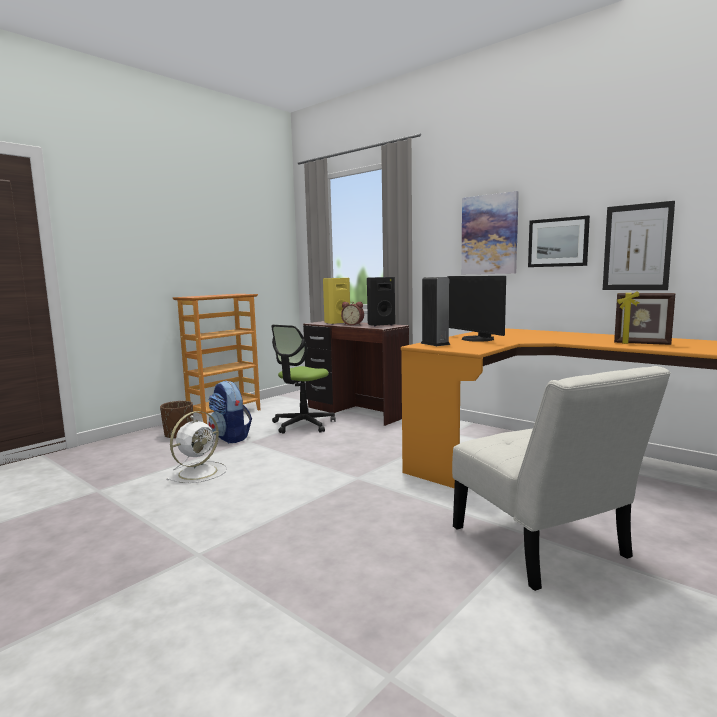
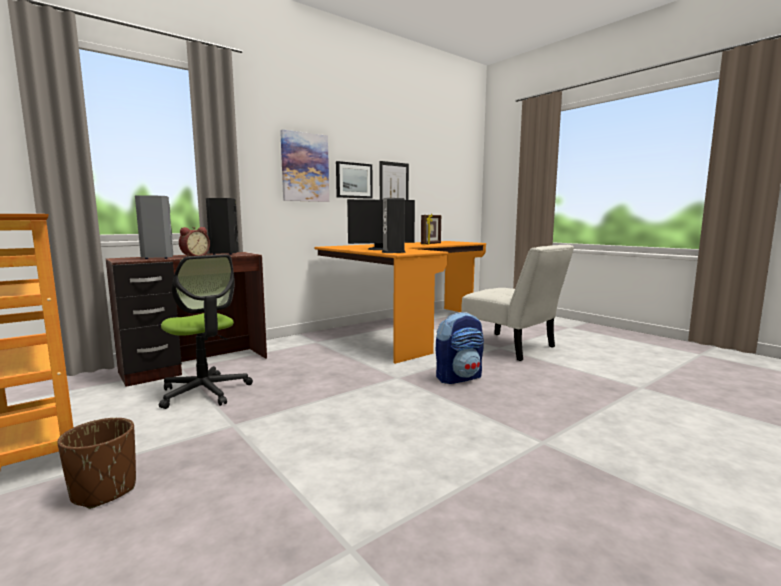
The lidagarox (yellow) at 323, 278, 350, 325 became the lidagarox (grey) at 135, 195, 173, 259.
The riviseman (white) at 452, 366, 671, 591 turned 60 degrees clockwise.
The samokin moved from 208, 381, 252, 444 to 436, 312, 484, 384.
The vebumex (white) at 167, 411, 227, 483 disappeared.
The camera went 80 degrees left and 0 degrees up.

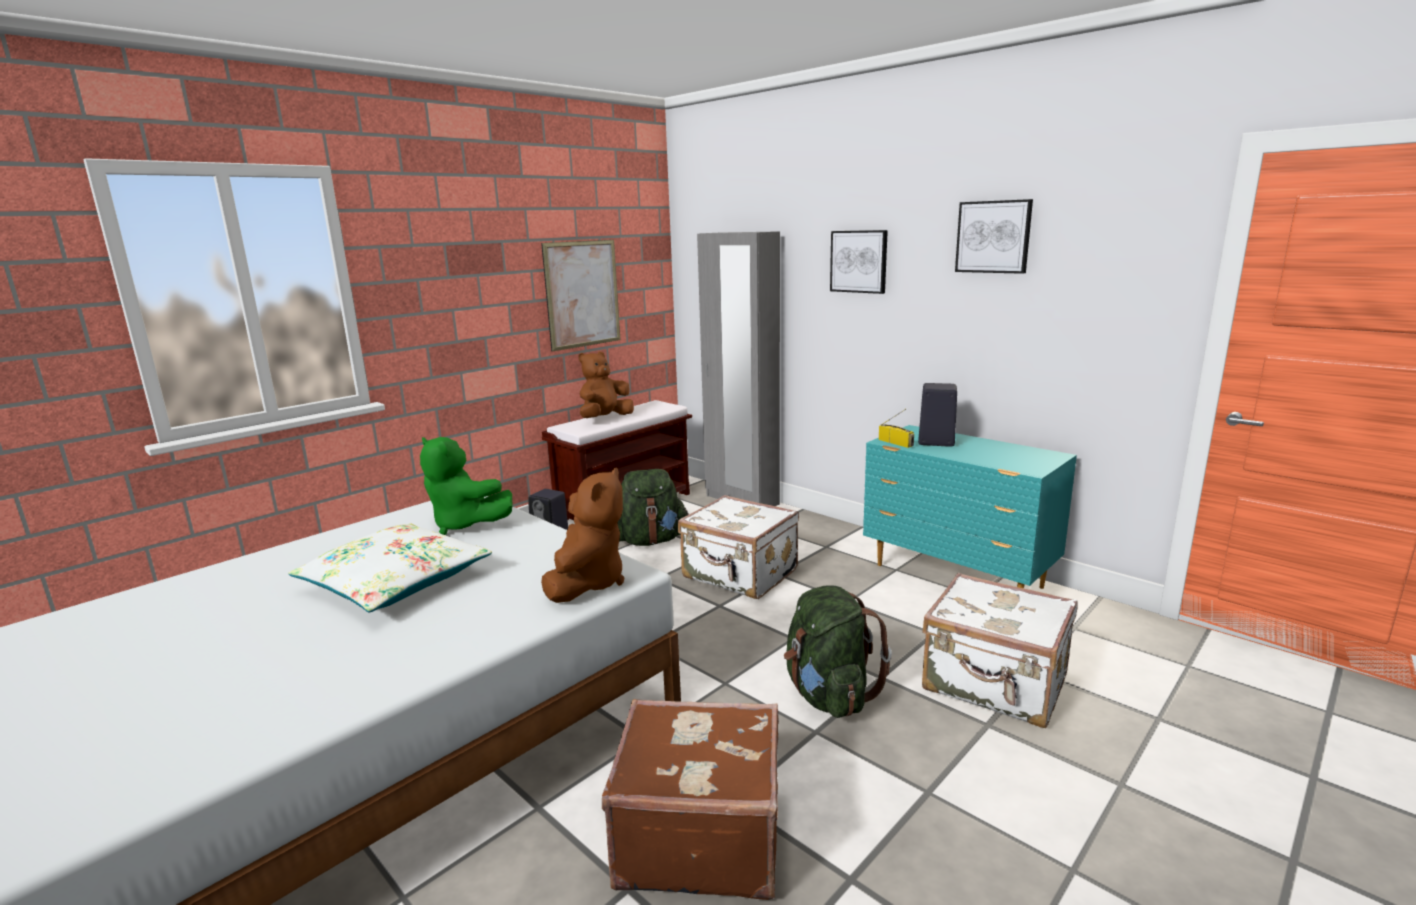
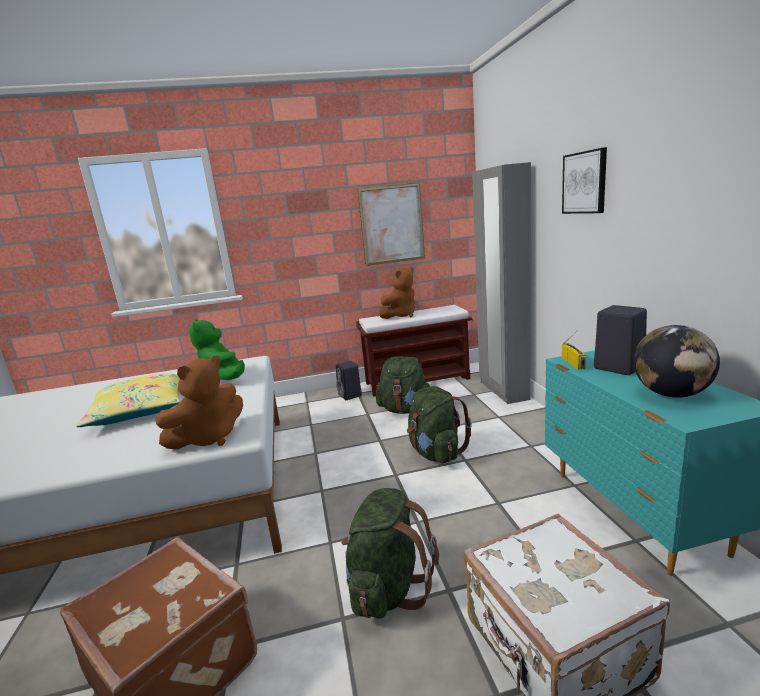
The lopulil at 955, 199, 1033, 274 disappeared.
The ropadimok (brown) at 578, 352, 634, 418 turned 150 degrees clockwise.
The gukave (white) at 678, 495, 799, 599 was replaced by the samokin (green) at 407, 386, 472, 463.
The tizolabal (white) at 288, 524, 492, 612 became the tizolabal (yellow) at 76, 374, 180, 427.
The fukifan at 633, 325, 720, 398 appeared.
The camera went 35 degrees right and 0 degrees up.

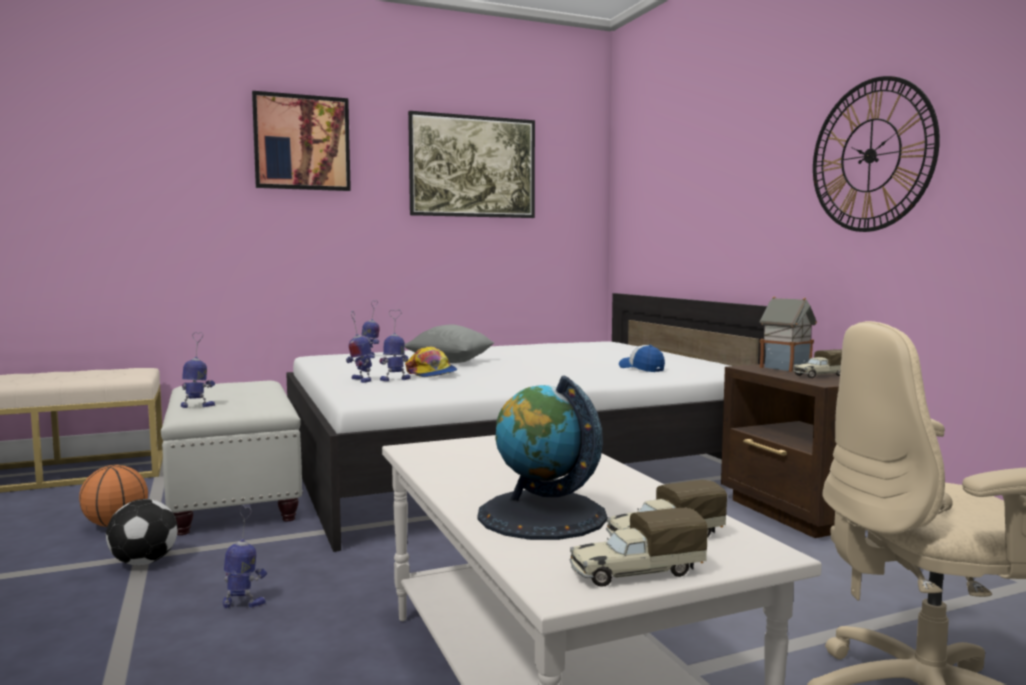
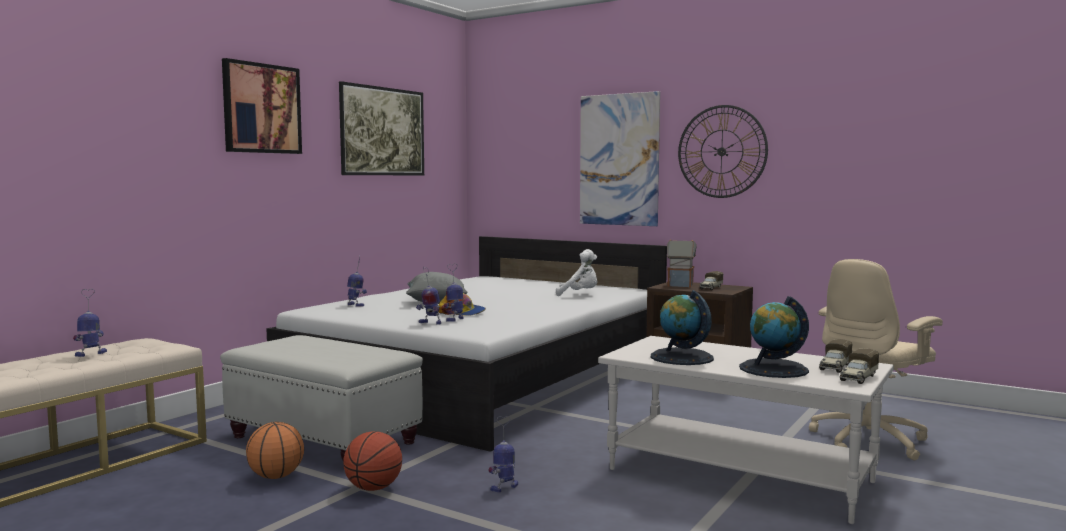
The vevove moved from 181, 332, 215, 408 to 73, 289, 107, 357.
The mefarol at 619, 345, 665, 372 was replaced by the ropadimok (white) at 556, 249, 597, 296.
The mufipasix at 106, 499, 178, 565 was replaced by the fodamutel at 343, 431, 402, 491.
The lopulil at 580, 91, 660, 226 appeared.
The fukifan at 651, 290, 714, 365 appeared.
The camera went 35 degrees left and 0 degrees up.

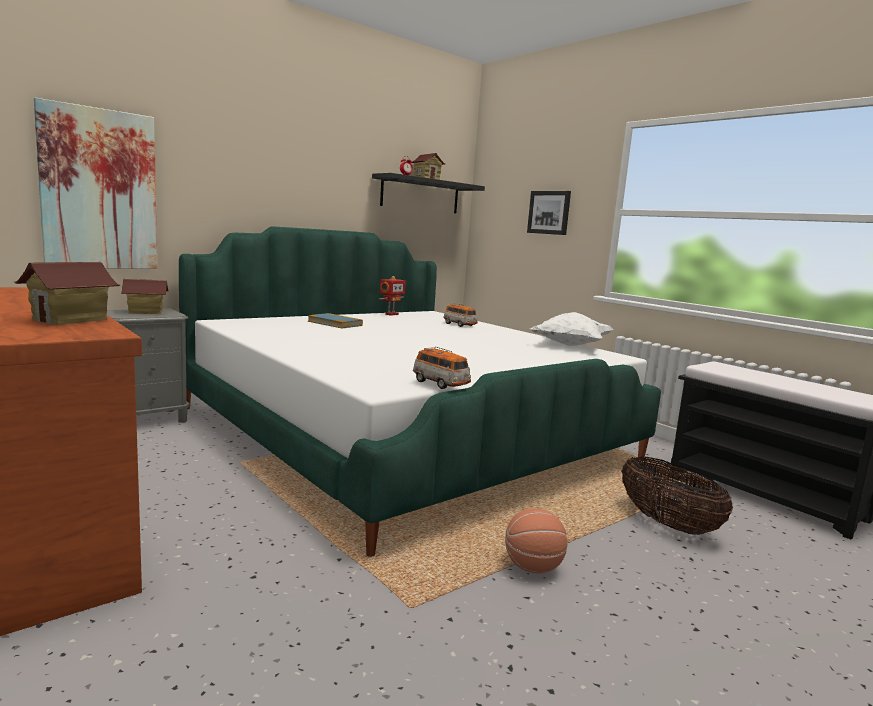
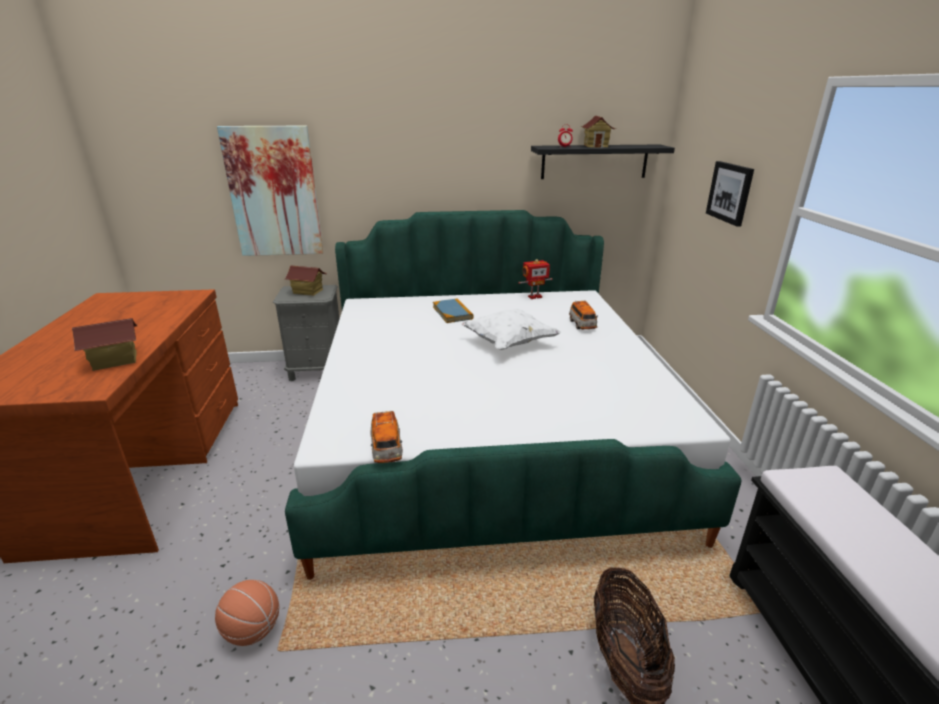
The tizolabal (white) moved from 530, 312, 613, 346 to 461, 309, 561, 350.
The fodamutel moved from 505, 508, 568, 573 to 215, 580, 279, 646.
The camera went 35 degrees right and 15 degrees up.

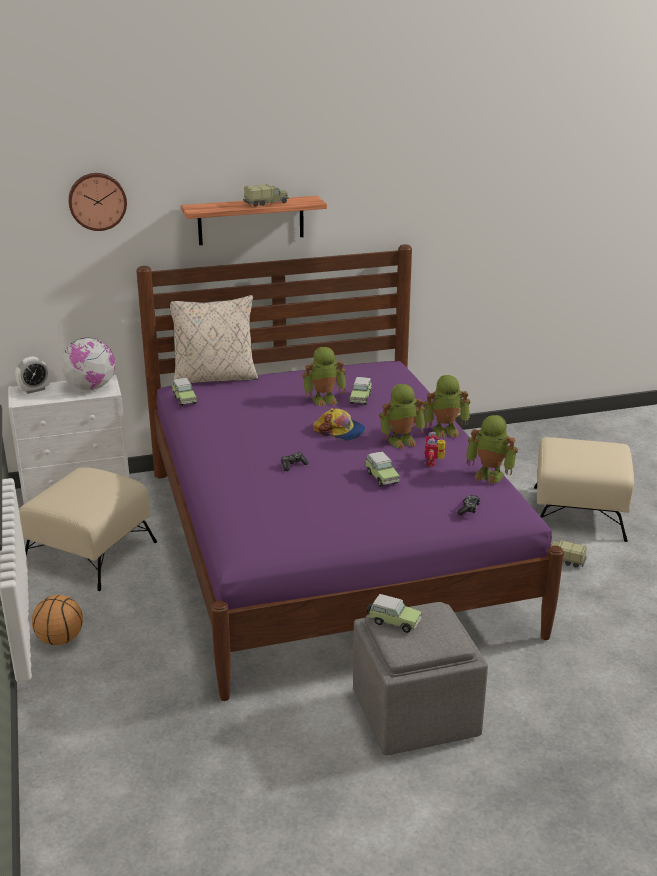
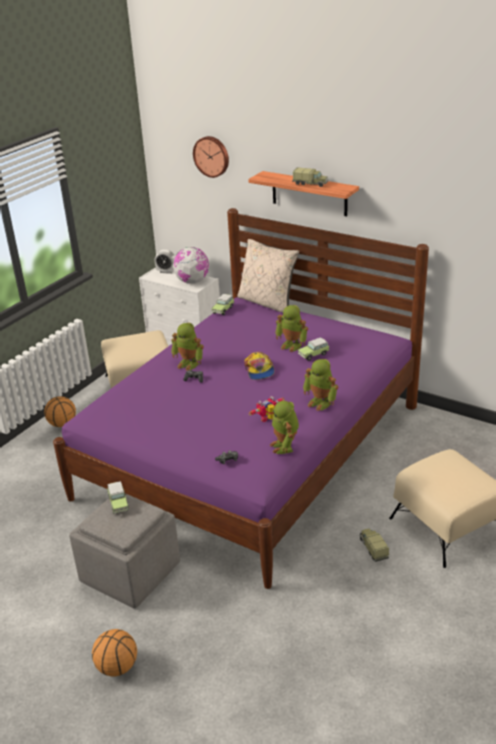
The vevove moved from 379, 384, 425, 449 to 171, 323, 204, 371.
The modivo at 365, 452, 400, 487 disappeared.
The fodamutel at 92, 629, 137, 676 appeared.
The camera went 50 degrees right and 5 degrees up.

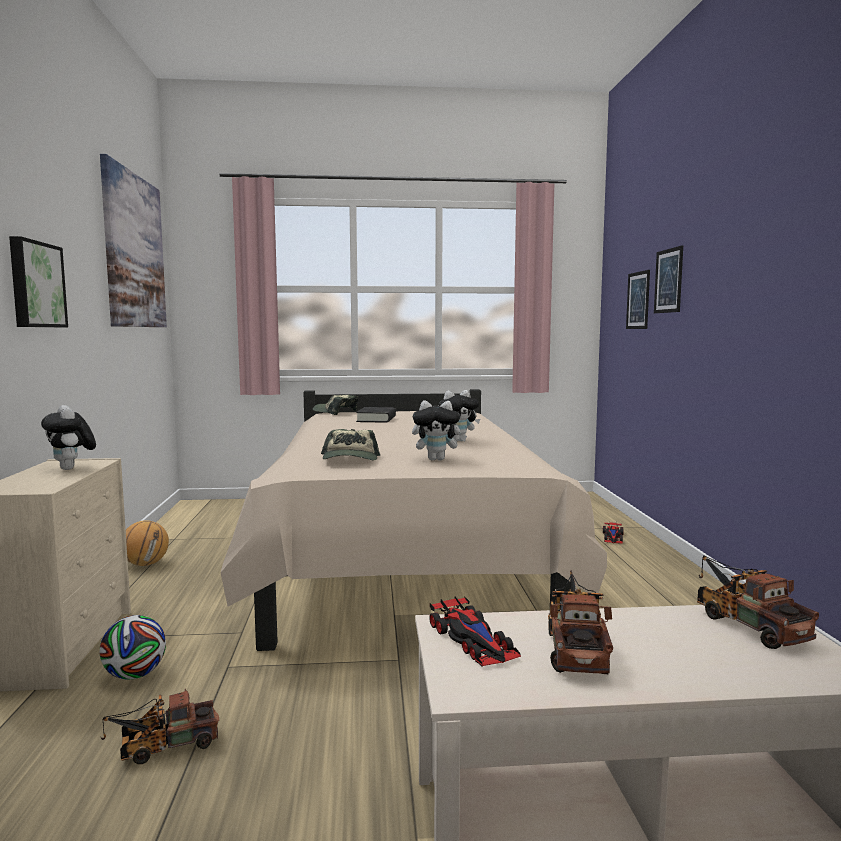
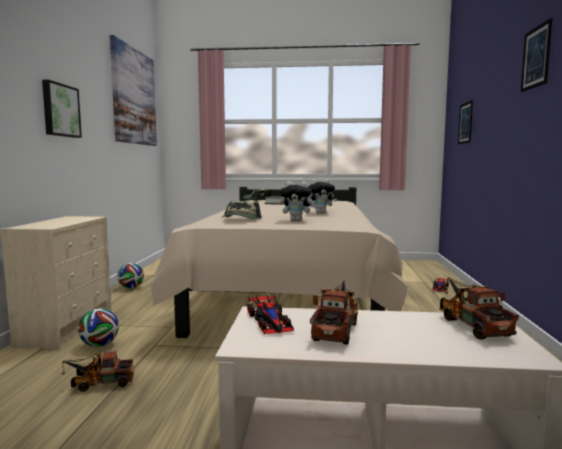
The lopulil moved from 654, 245, 683, 313 to 521, 18, 552, 92.
The ropadimok at 41, 405, 96, 470 disappeared.
The fodamutel at 126, 520, 169, 566 was replaced by the mufipasix at 117, 263, 144, 288.
The camera went 10 degrees right and 0 degrees up.

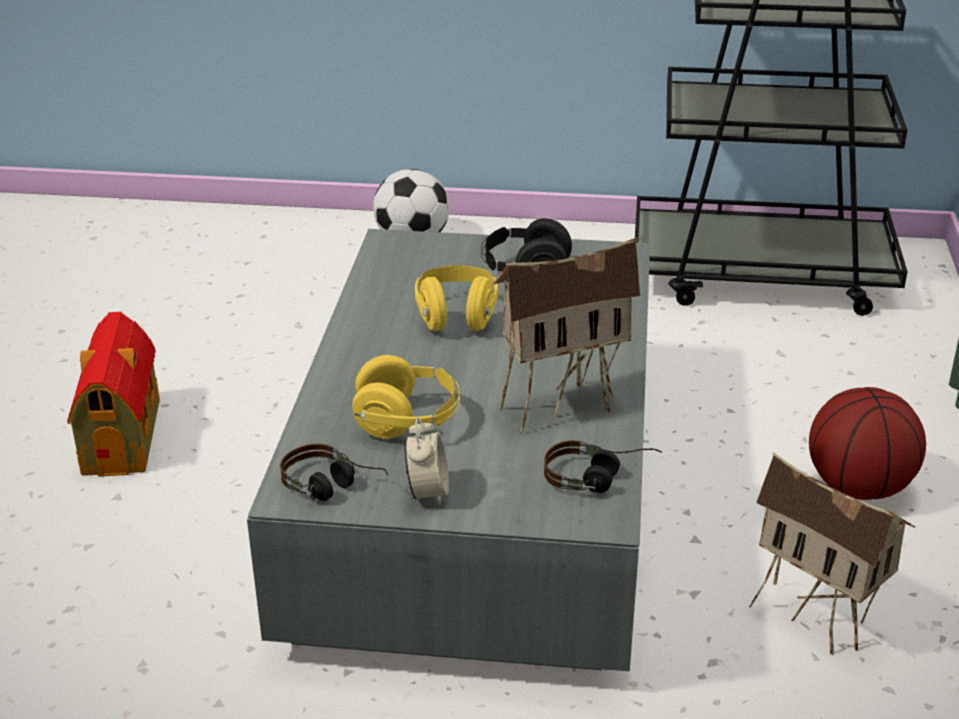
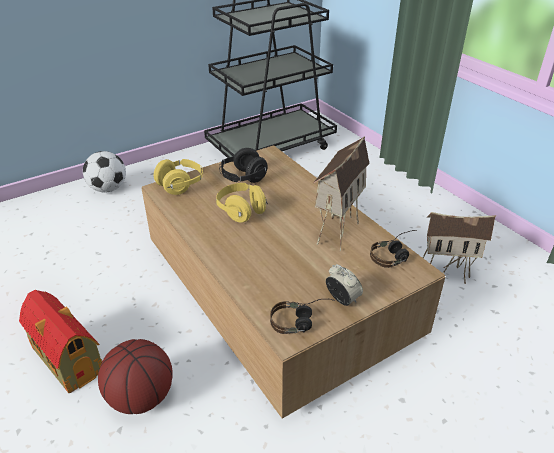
The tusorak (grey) at 247, 229, 650, 671 became the tusorak (brown) at 142, 145, 445, 419.
The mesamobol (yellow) moved from 352, 355, 460, 439 to 154, 159, 203, 195.
The fodamutel moved from 809, 387, 926, 500 to 98, 339, 173, 414.
The camera went 40 degrees left and 5 degrees up.

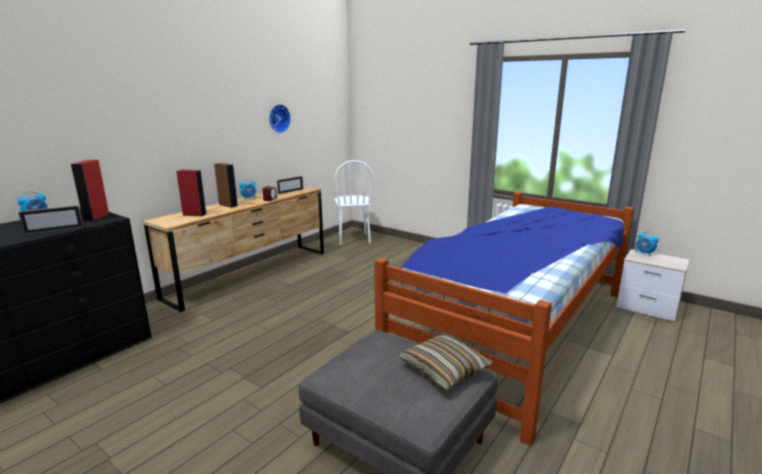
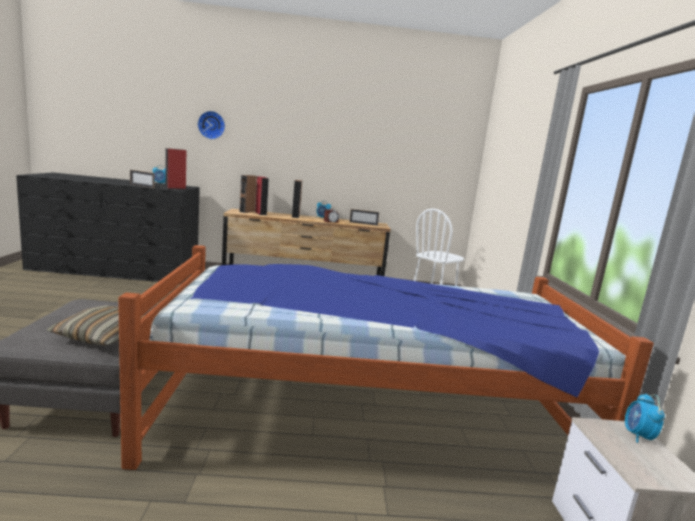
The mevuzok moved from 269, 104, 291, 133 to 198, 111, 225, 139.
The lidagarox (brown) at 239, 175, 257, 213 appeared.
The camera went 50 degrees right and 5 degrees down.

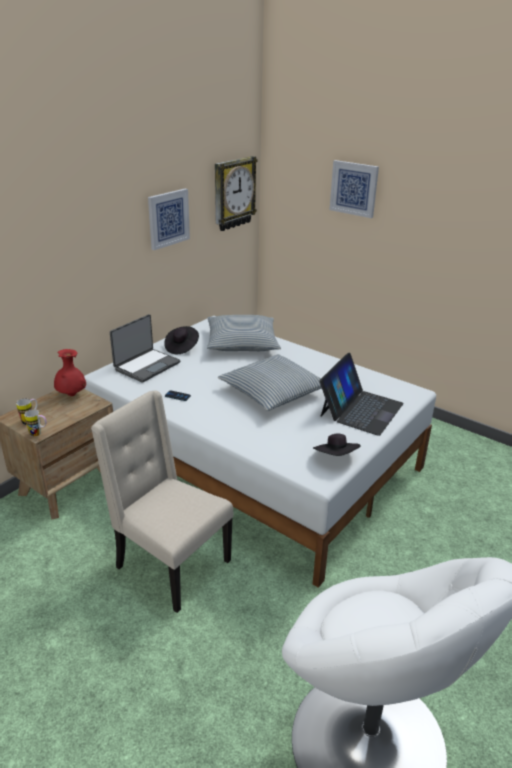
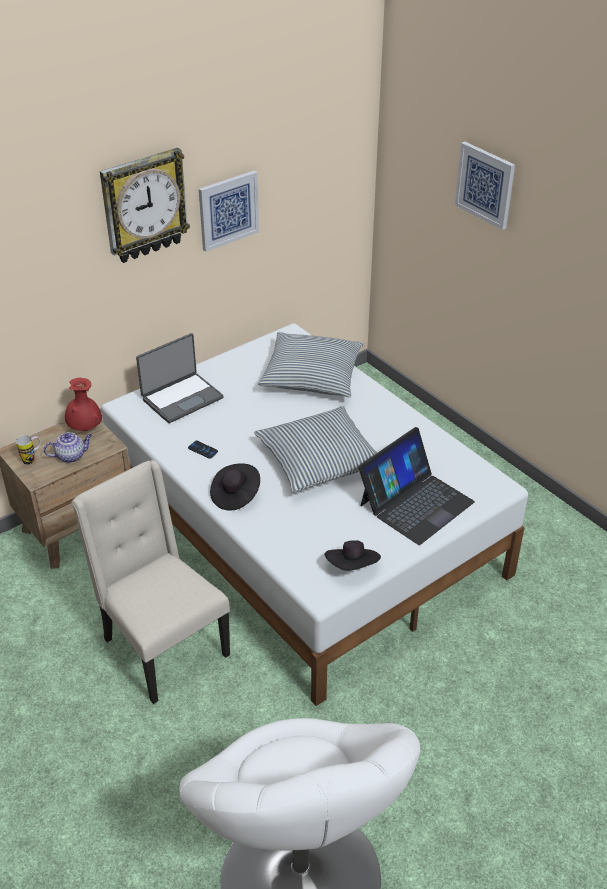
The mevuzok moved from 215, 156, 258, 231 to 100, 148, 190, 263.
The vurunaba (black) moved from 164, 326, 199, 354 to 210, 464, 260, 511.
The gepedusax at 24, 409, 46, 437 disappeared.
The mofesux at 44, 432, 92, 463 appeared.
The camera went 15 degrees right and 10 degrees up.

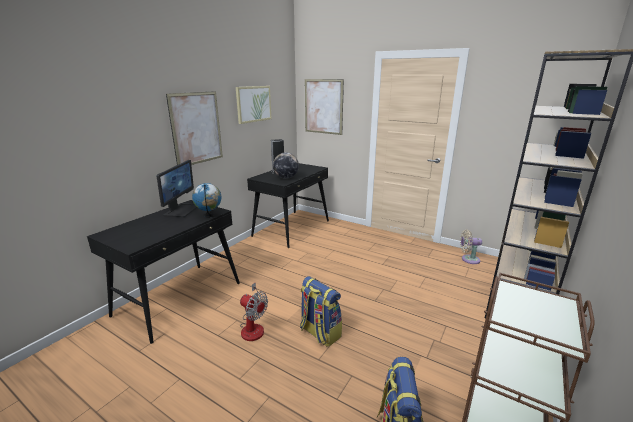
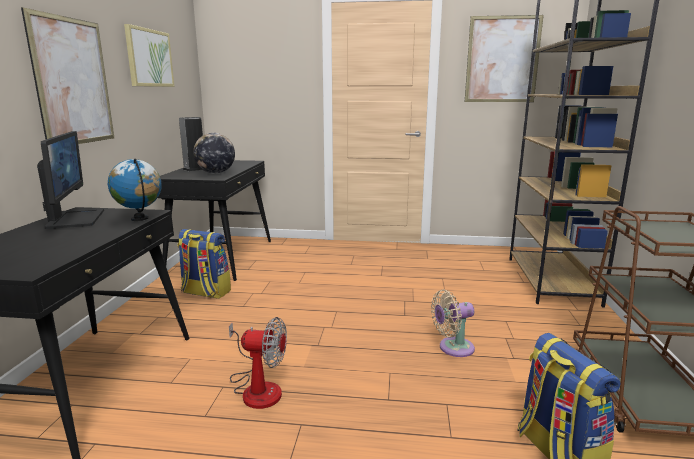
The lopulil moved from 305, 79, 344, 135 to 465, 15, 544, 102.
The vebumex (beige) moved from 460, 230, 482, 264 to 431, 290, 475, 357.
The samokin moved from 300, 276, 342, 347 to 177, 229, 231, 299.
The camera went 25 degrees left and 5 degrees down.

